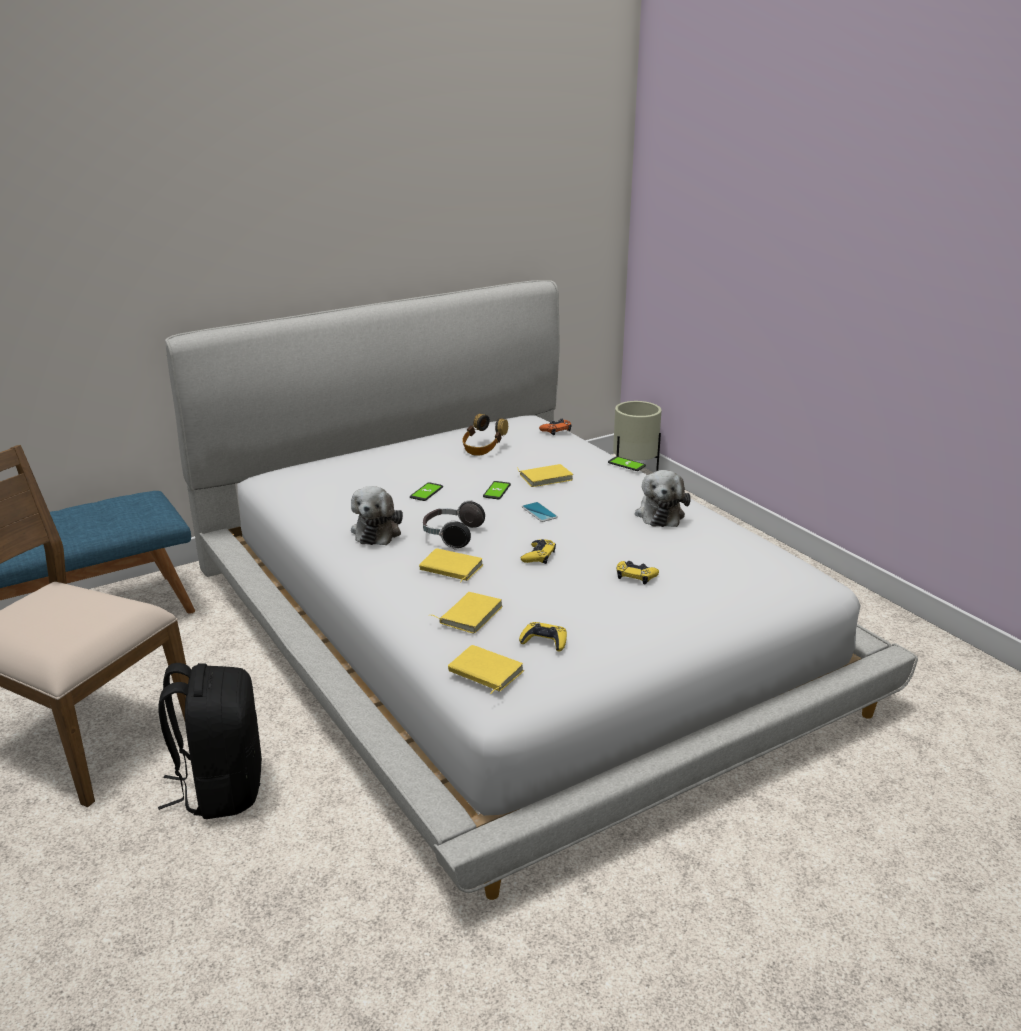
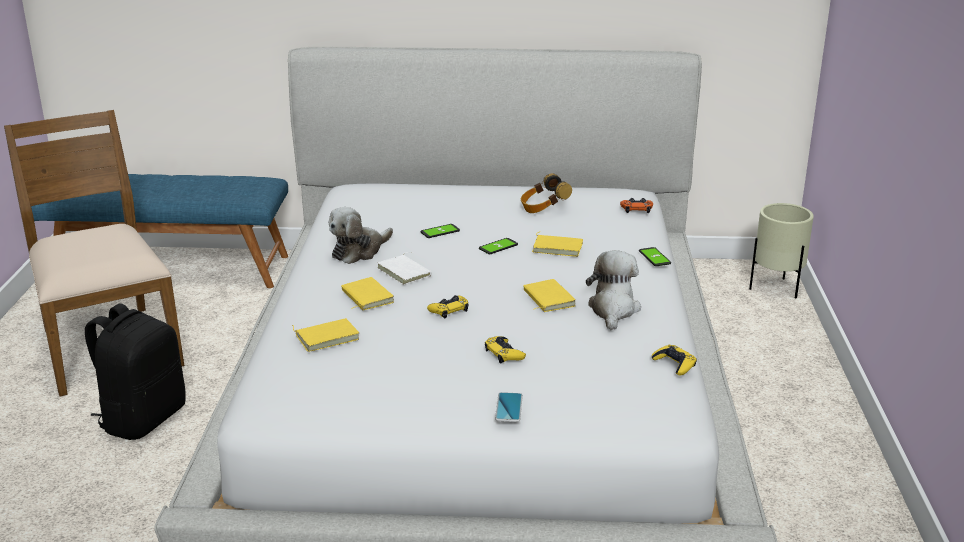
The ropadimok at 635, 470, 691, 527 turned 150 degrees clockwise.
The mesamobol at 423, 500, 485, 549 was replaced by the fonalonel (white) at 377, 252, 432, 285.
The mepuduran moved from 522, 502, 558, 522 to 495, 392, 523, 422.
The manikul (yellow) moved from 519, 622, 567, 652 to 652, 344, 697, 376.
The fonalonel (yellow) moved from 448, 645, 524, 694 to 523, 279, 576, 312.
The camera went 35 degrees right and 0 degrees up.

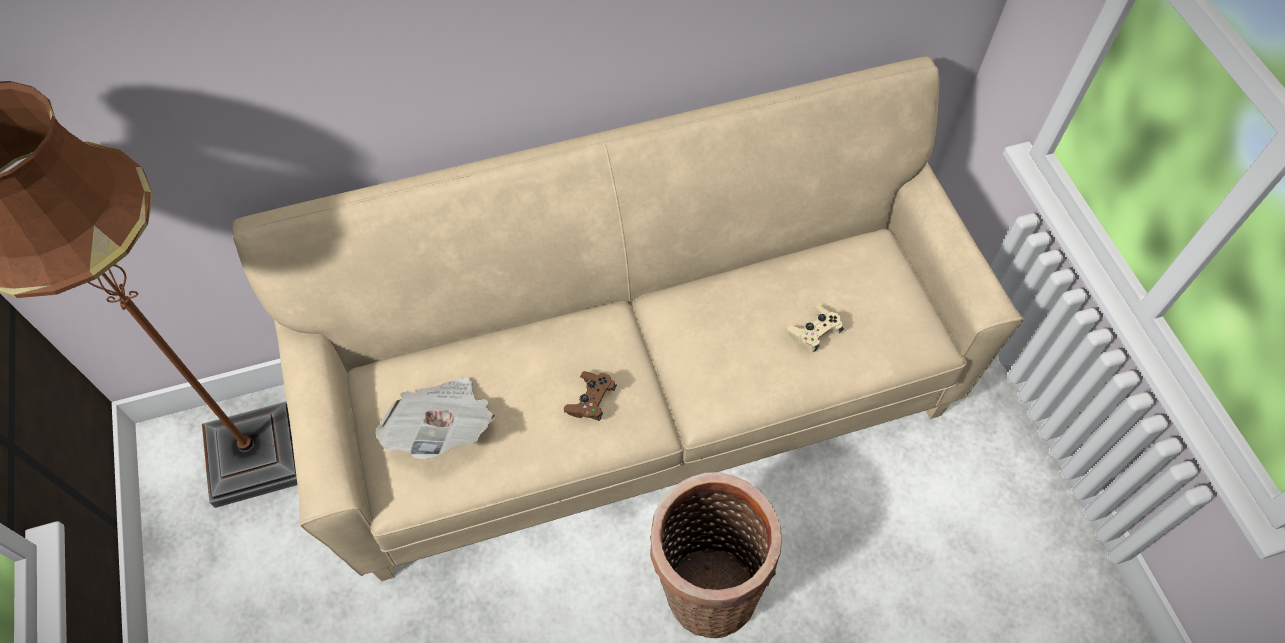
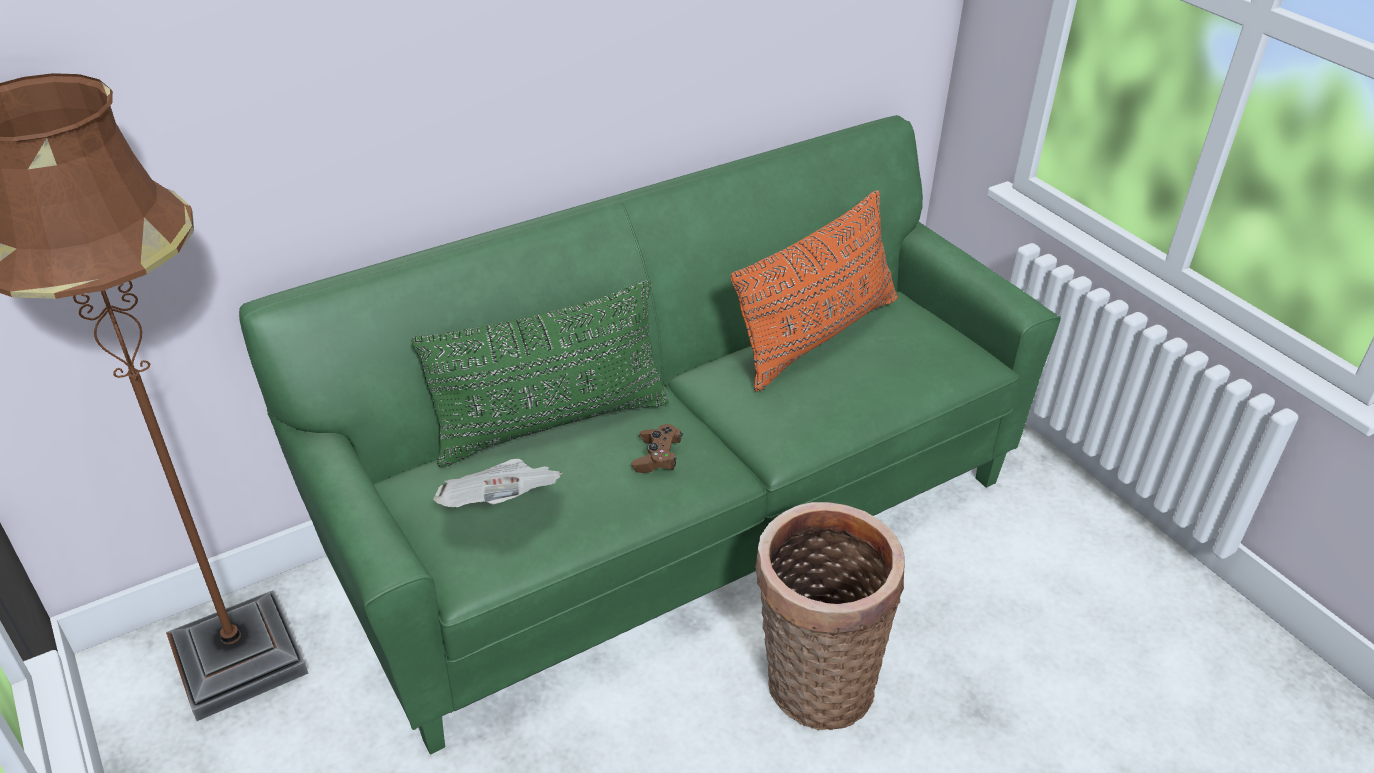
The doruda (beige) at 232, 56, 1024, 581 became the doruda (green) at 239, 115, 1061, 755.
The manikul (beige) at 786, 305, 844, 352 disappeared.
The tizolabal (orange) at 730, 190, 898, 392 appeared.
The tizolabal (green) at 411, 280, 669, 467 appeared.
The camera went 15 degrees left and 20 degrees down.

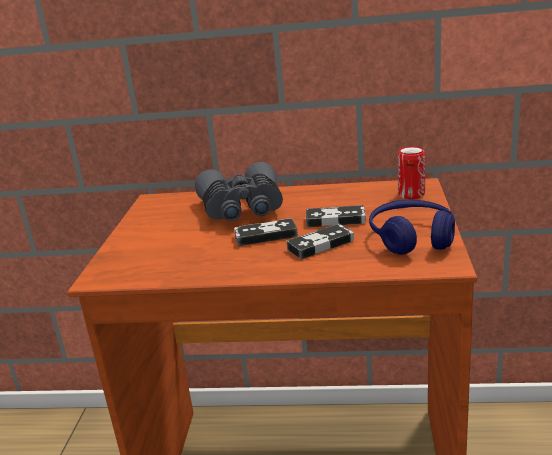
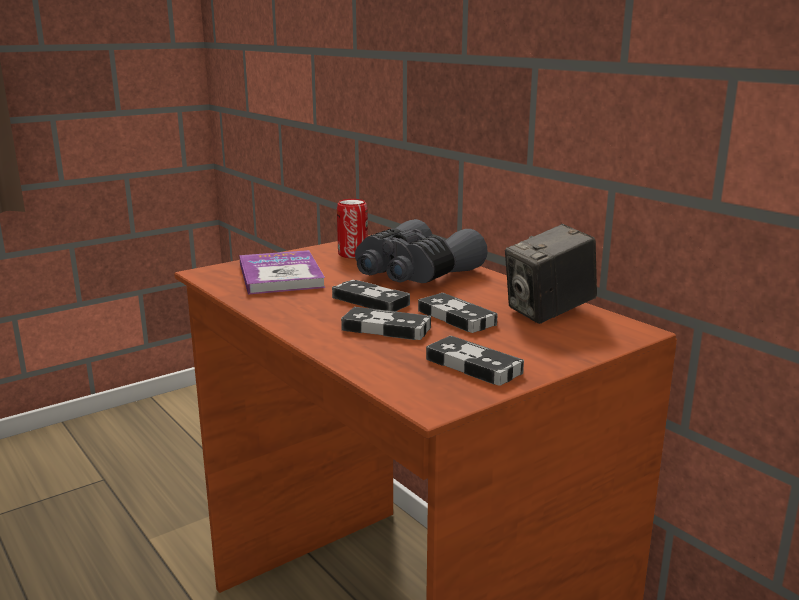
The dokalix moved from 398, 146, 425, 199 to 337, 199, 368, 258.
The mesamobol (blue) at 369, 199, 455, 255 was replaced by the manikul at 426, 336, 524, 386.
The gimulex at 505, 224, 597, 324 appeared.
The fonalonel at 239, 250, 325, 295 appeared.
The camera went 45 degrees right and 5 degrees down.

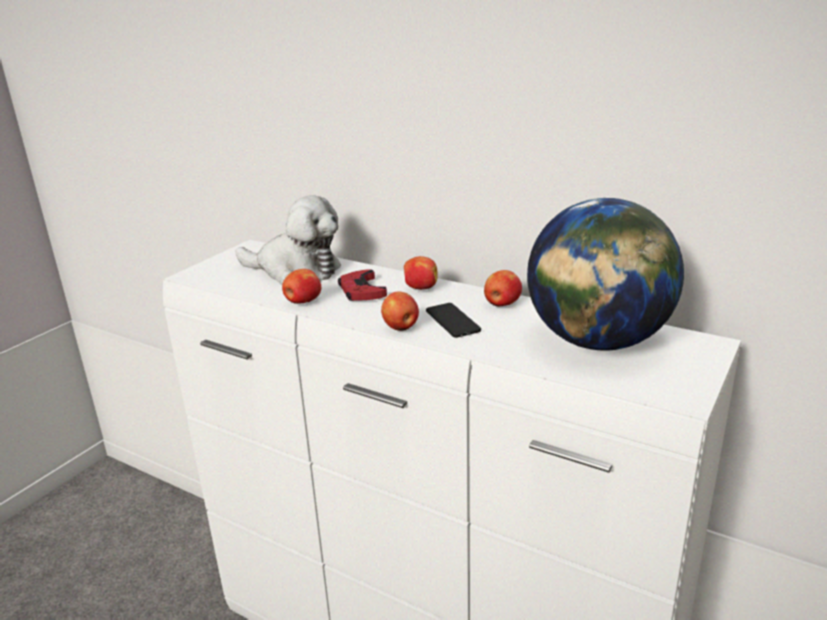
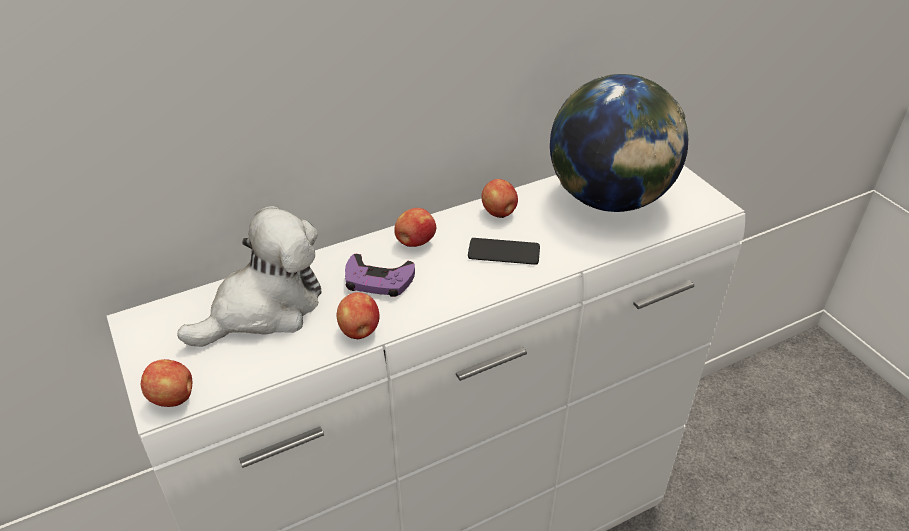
The manikul (red) at 338, 269, 387, 301 became the manikul (purple) at 345, 254, 415, 297.
The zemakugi moved from 381, 292, 419, 331 to 141, 359, 192, 407.
The camera went 60 degrees left and 15 degrees up.

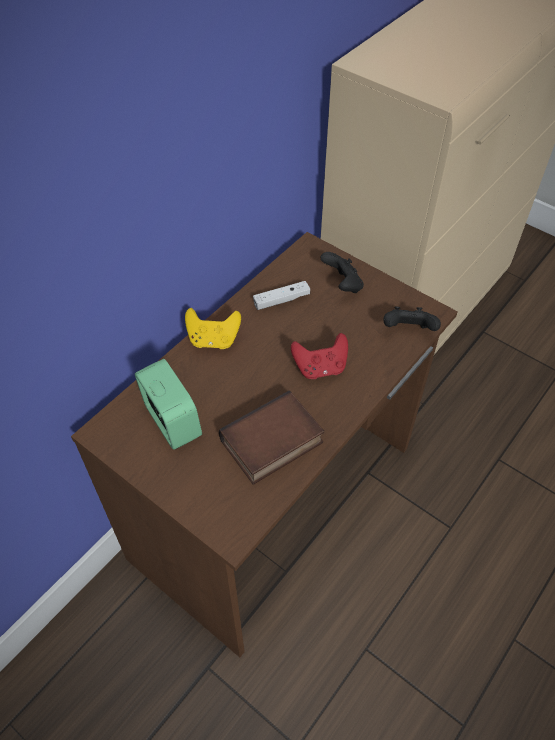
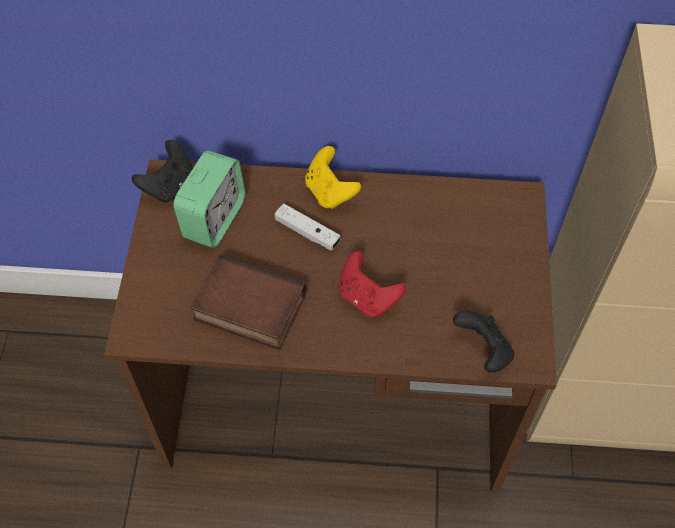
The manikul (black) moved from 321, 252, 364, 293 to 132, 140, 193, 202.
The manikul (white) moved from 253, 281, 310, 310 to 275, 204, 340, 251.
The camera went 55 degrees right and 5 degrees up.

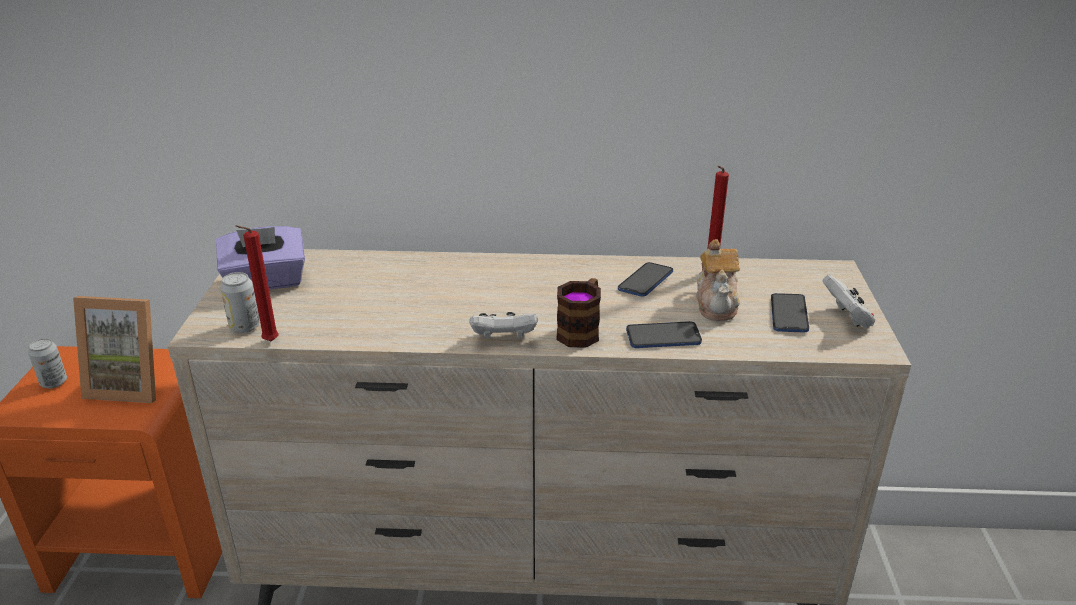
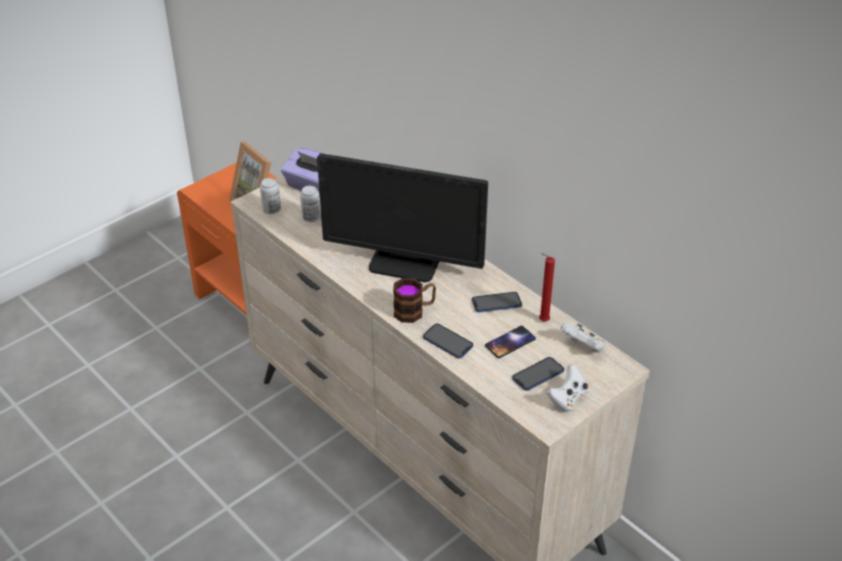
The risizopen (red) at 235, 225, 279, 341 disappeared.
The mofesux at 696, 239, 740, 321 was replaced by the mepuduran at 485, 326, 536, 358.
The manikul (white) moved from 469, 312, 538, 339 to 560, 324, 605, 353.
The dokalix moved from 28, 338, 67, 388 to 300, 186, 321, 222.
The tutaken at 317, 153, 488, 282 appeared.
The camera went 45 degrees right and 10 degrees up.

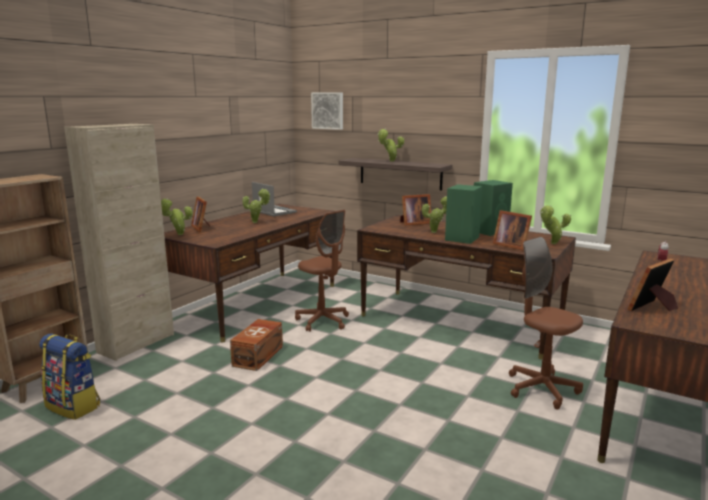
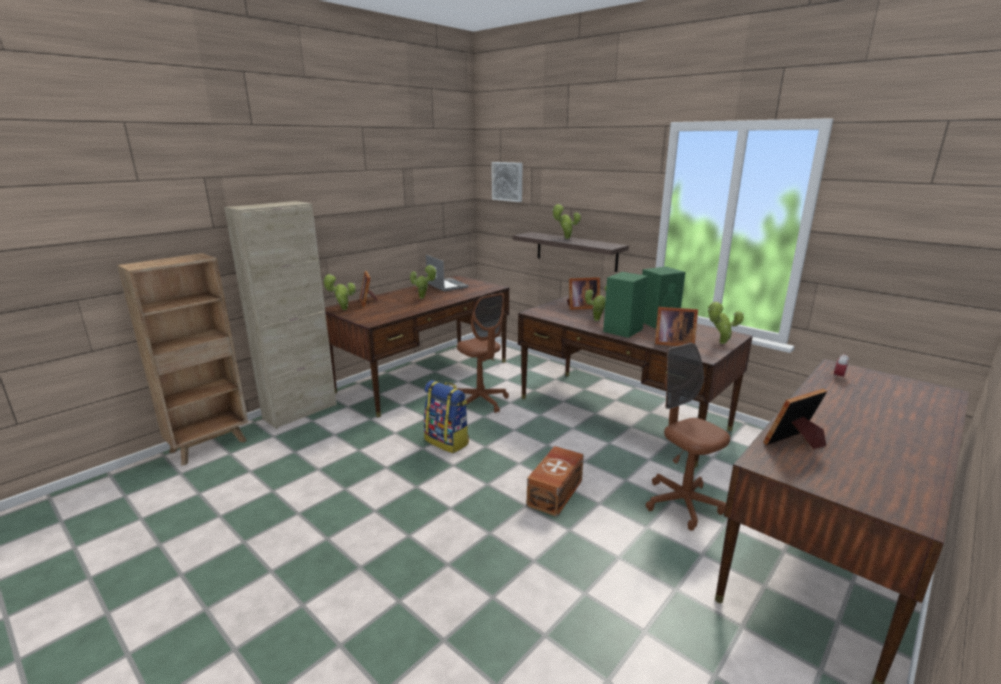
The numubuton at 493, 210, 532, 251 turned 45 degrees counterclockwise.
The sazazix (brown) moved from 230, 319, 283, 371 to 527, 446, 584, 517.
The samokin moved from 39, 334, 100, 420 to 424, 380, 469, 453.
The camera went 10 degrees right and 5 degrees up.

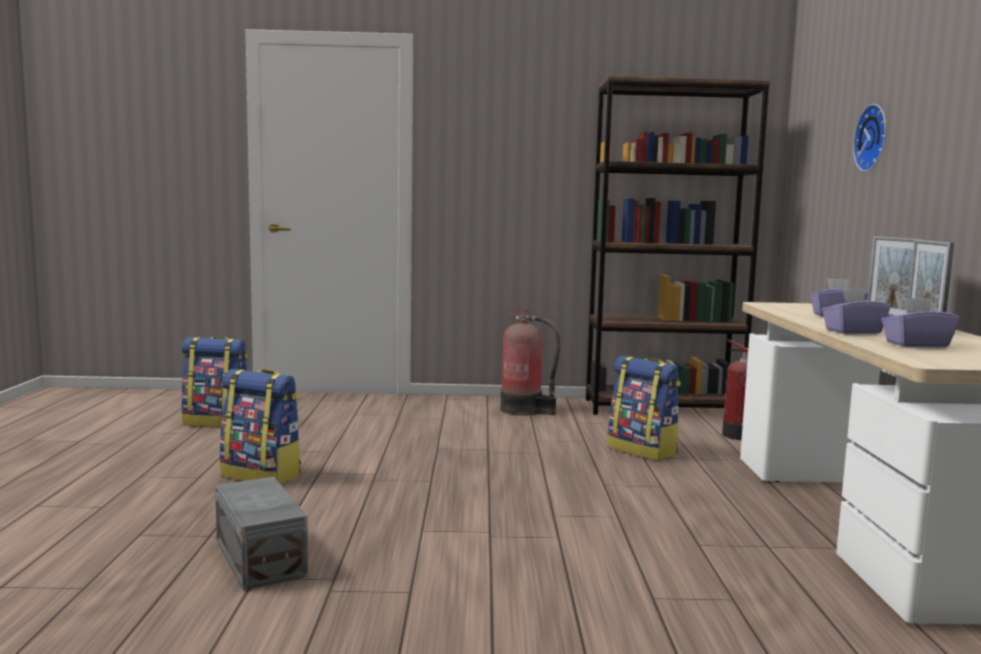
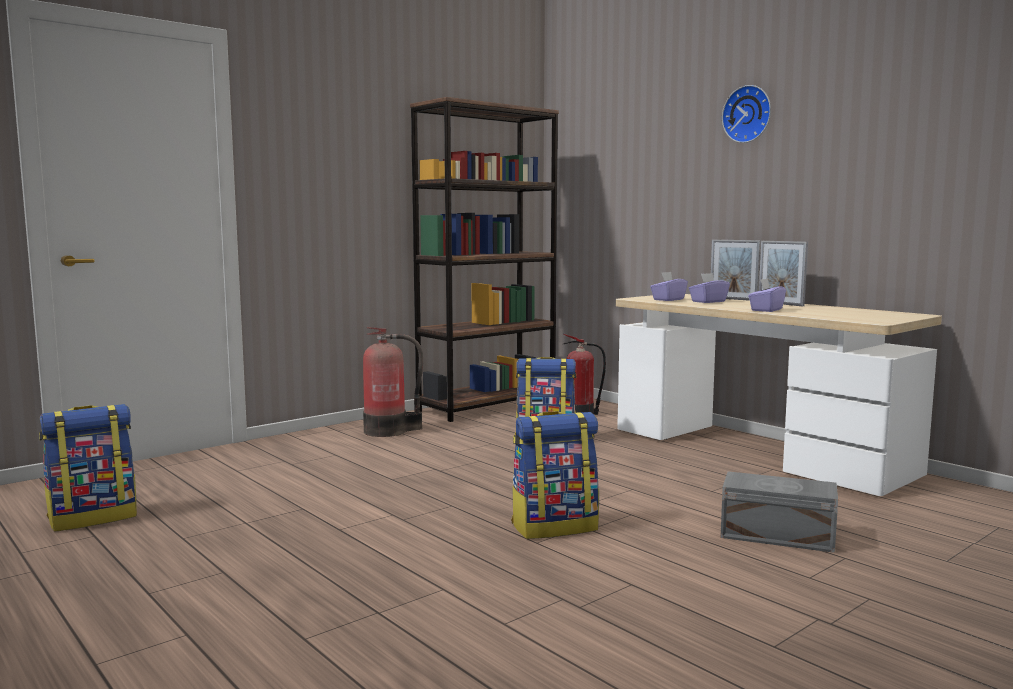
The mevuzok moved from 853, 104, 887, 172 to 722, 85, 771, 143.
The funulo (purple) moved from 882, 298, 959, 348 to 650, 272, 688, 301.
The samokin moved from 220, 369, 301, 484 to 511, 411, 599, 539.
The sazazix (grey) moved from 215, 477, 308, 590 to 720, 471, 838, 553.
The camera went 40 degrees left and 0 degrees up.

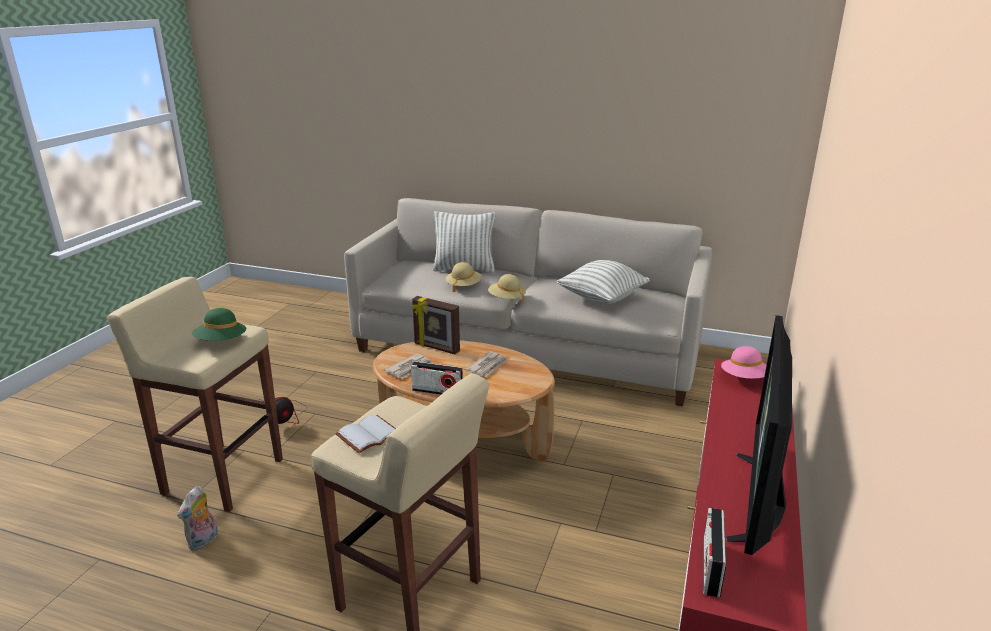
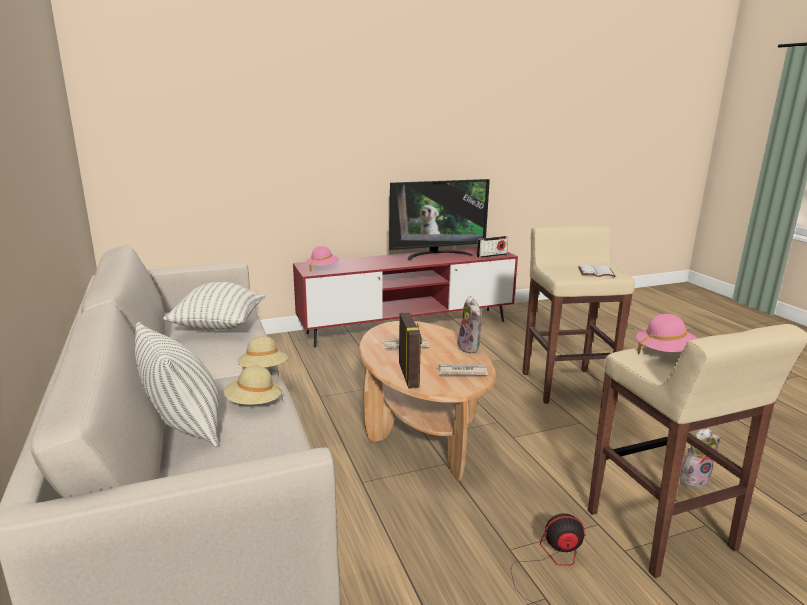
The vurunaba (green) at 192, 308, 247, 341 became the vurunaba (pink) at 636, 314, 697, 355.
The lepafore at 411, 361, 463, 395 was replaced by the ropadimok at 458, 296, 483, 354.
The camera went 130 degrees left and 5 degrees down.

